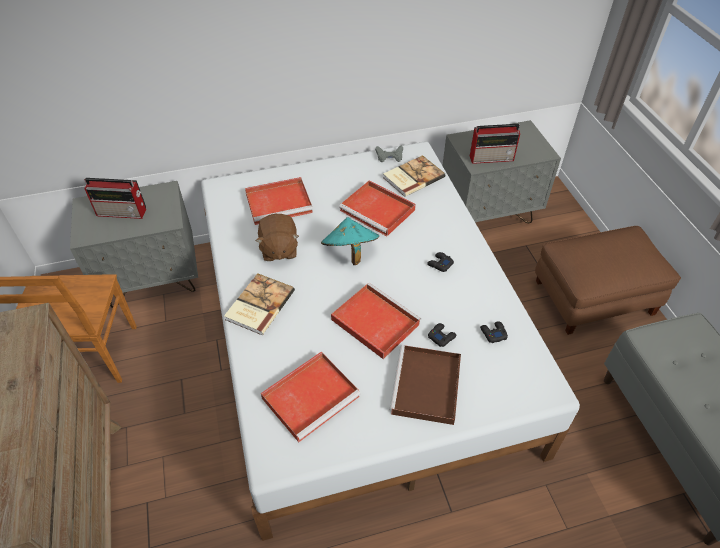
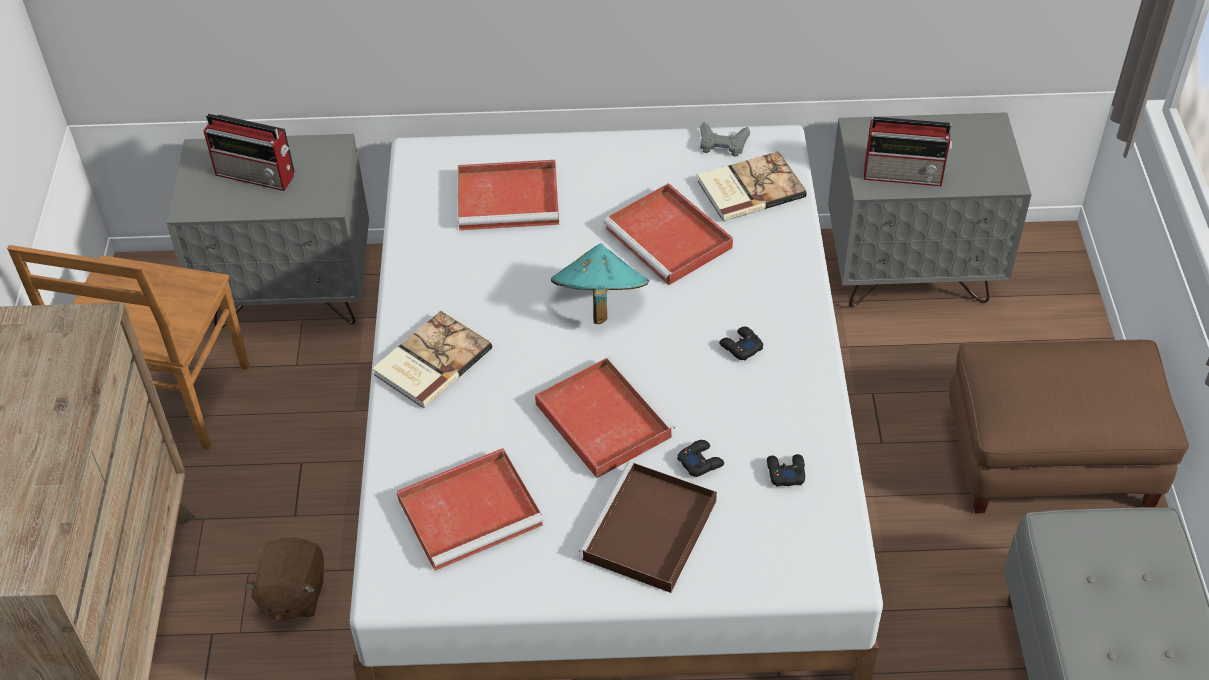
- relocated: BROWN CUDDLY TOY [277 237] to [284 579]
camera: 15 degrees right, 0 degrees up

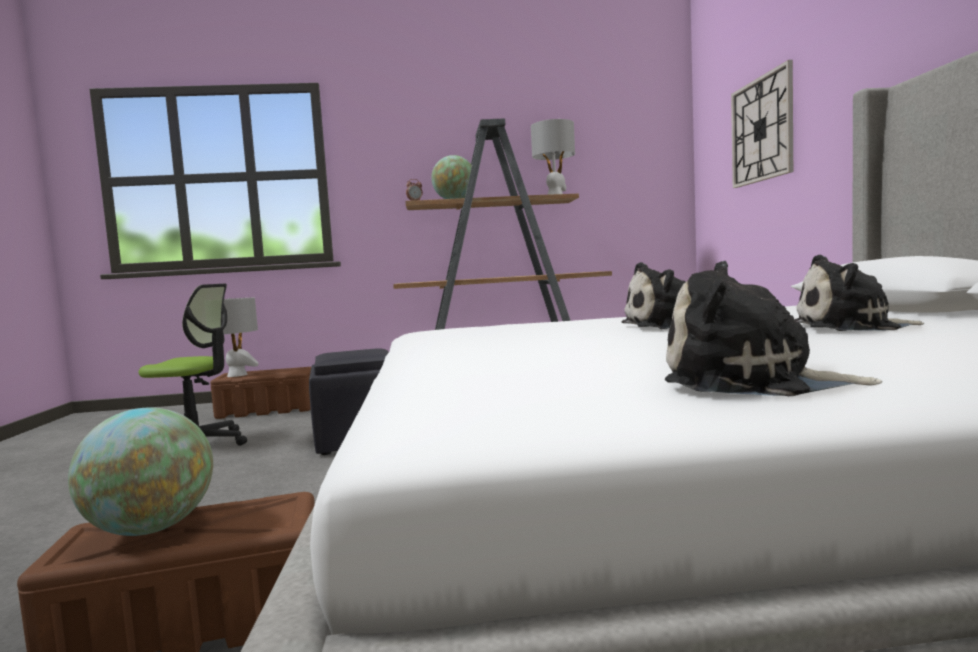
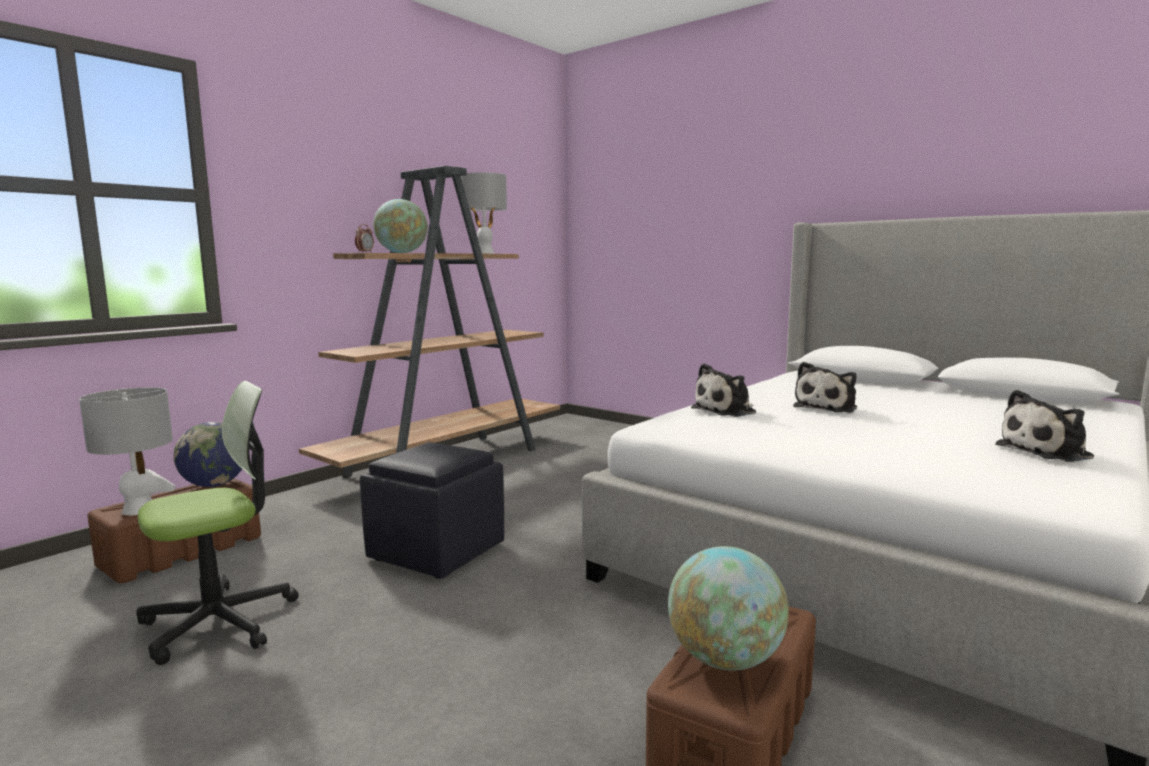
- missing: HANGING CLOCK [762 124]
- relocated: CUDDLY TOY [859 292] to [723 390]
- appeared: WORLD GLOBE [208 454]
camera: 45 degrees left, 5 degrees up

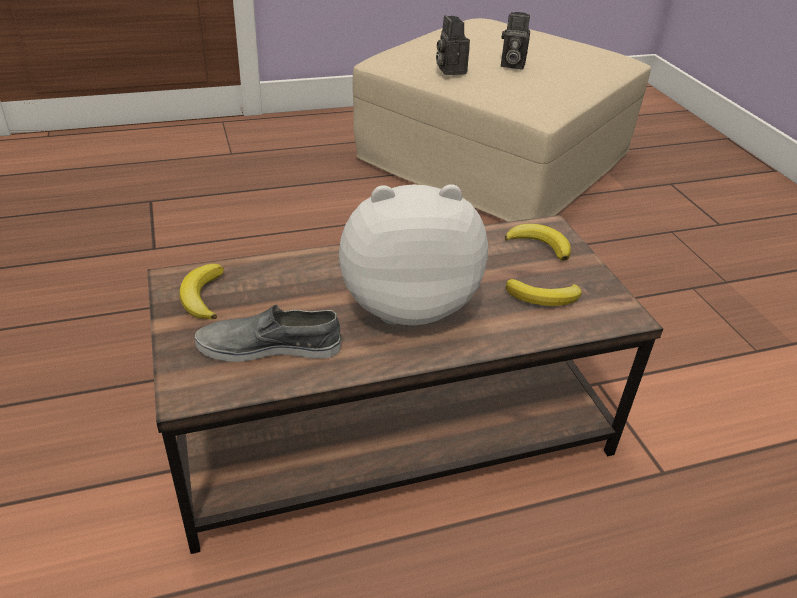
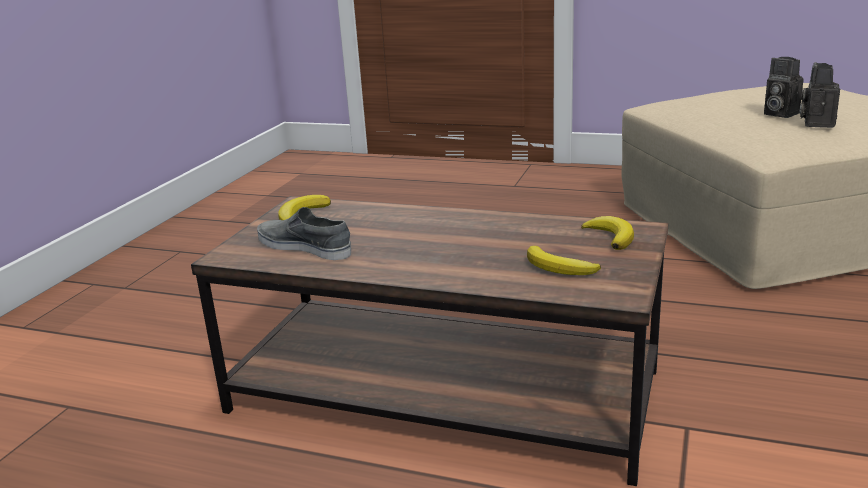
- relocated: PHOTO CAMERA [453 45] to [819 95]
- missing: CUDDLY TOY [413 254]
camera: 40 degrees right, 15 degrees down

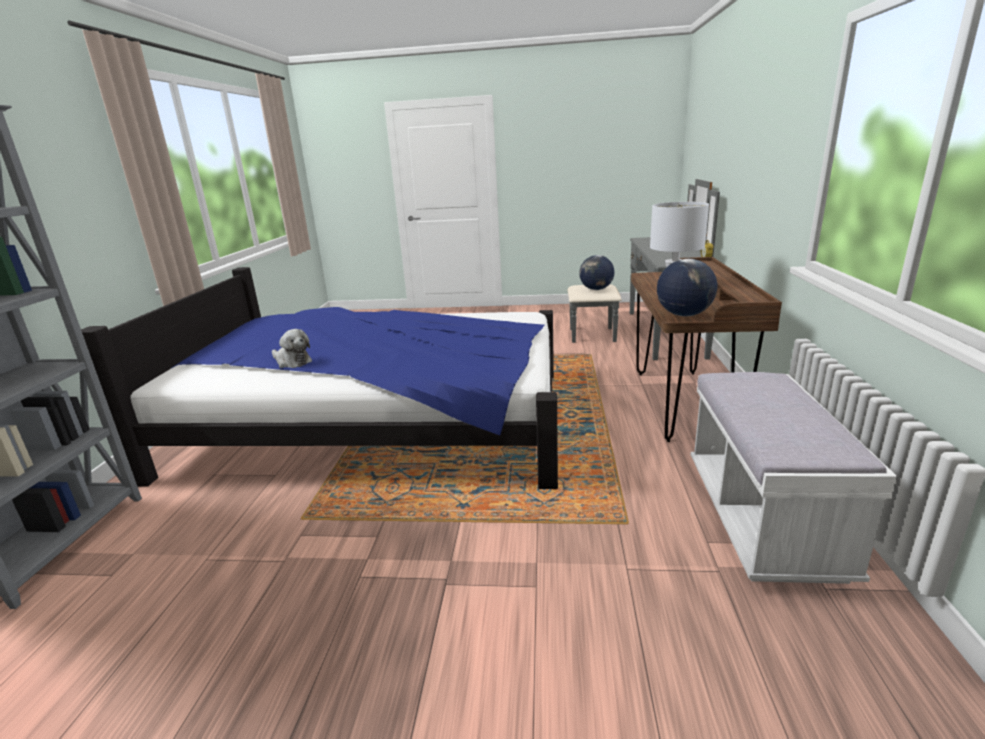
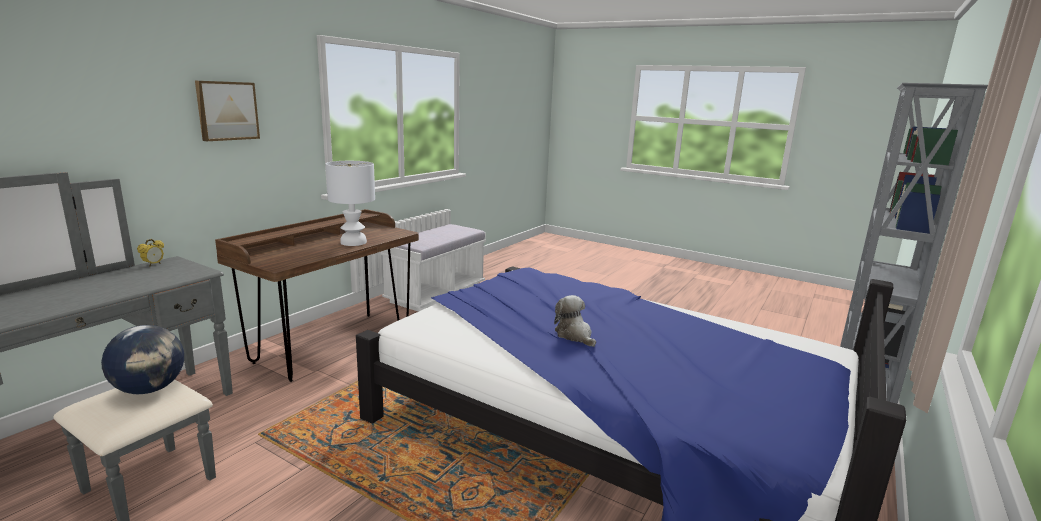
- missing: WORLD GLOBE [687 287]
- relocated: CUDDLY TOY [292 348] to [575 321]
- appeared: PICTURE [227 111]
camera: 155 degrees left, 5 degrees down

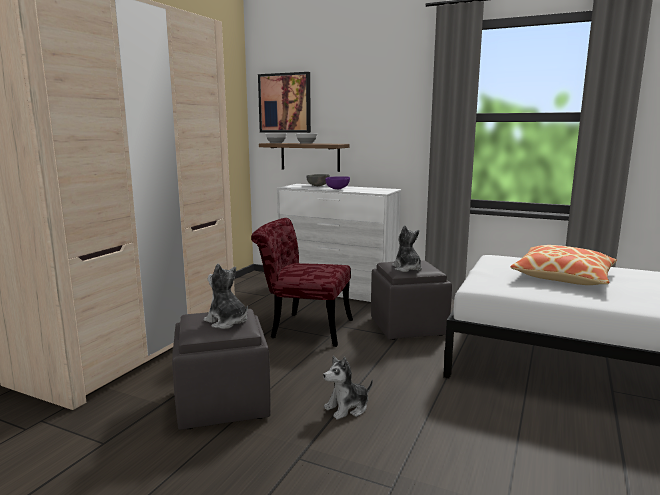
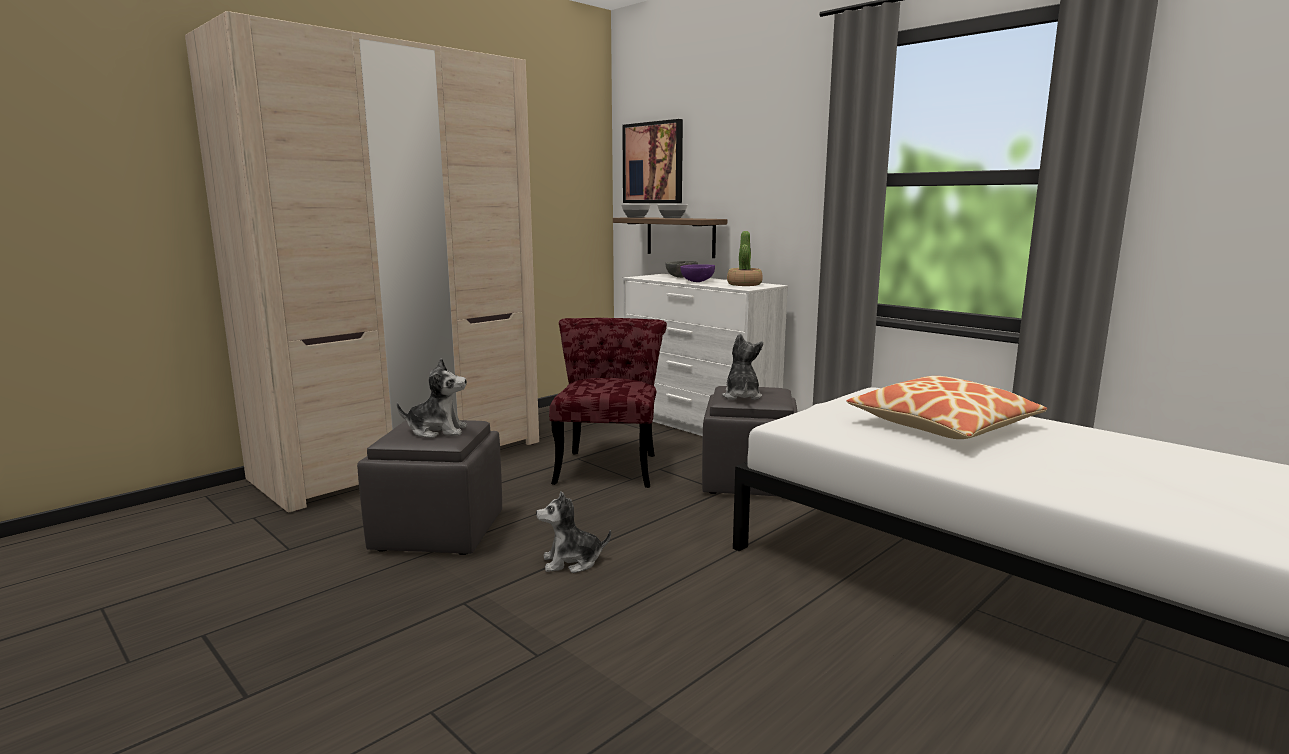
- spun: REDDISH PLAIN CHAIR [302 282] = [608 403] 60 degrees clockwise
- spun: CUDDLY TOY [226 296] = [432 398] 120 degrees clockwise
- appeared: POTTED PLANT [744 258]
camera: 20 degrees right, 0 degrees up

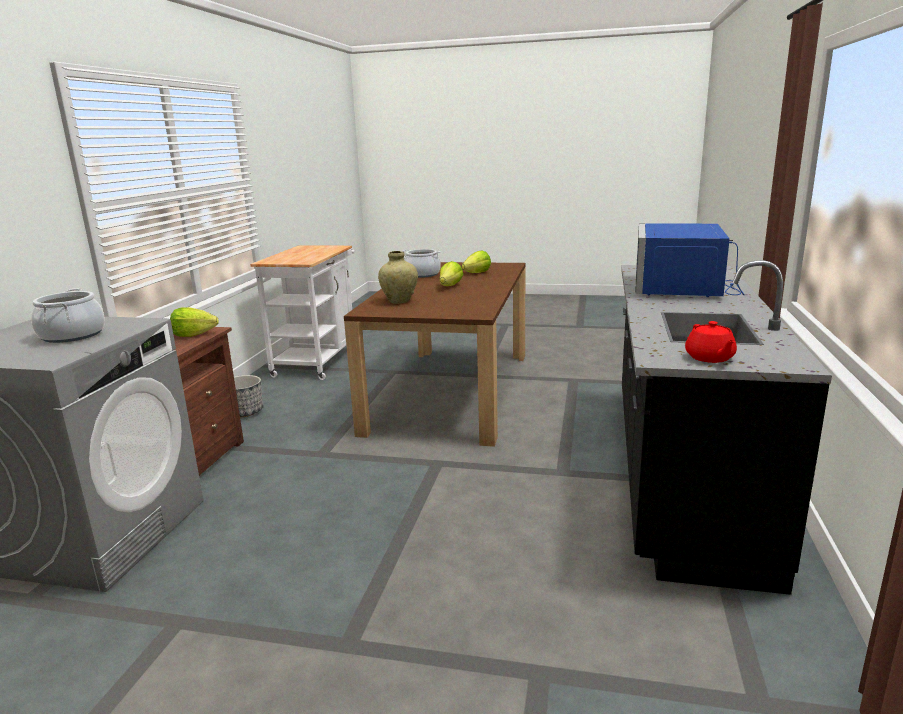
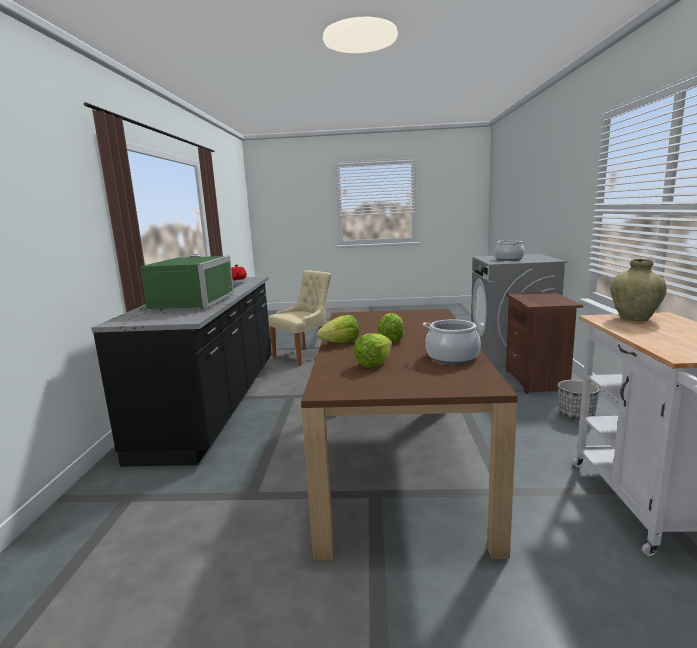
- colour: BLUISH KITCHEN MICROWAVE [690 260] to GREENISH KITCHEN MICROWAVE [187 283]
- relocated: SAND-COLOURED DECORATIVE VASE [398 277] to [638 290]
- relocated: HEAD OF LETTUCE [194 322] to [338 329]
- appeared: SAND-COLOURED PLAIN CHAIR [299 318]
camera: 170 degrees right, 5 degrees down

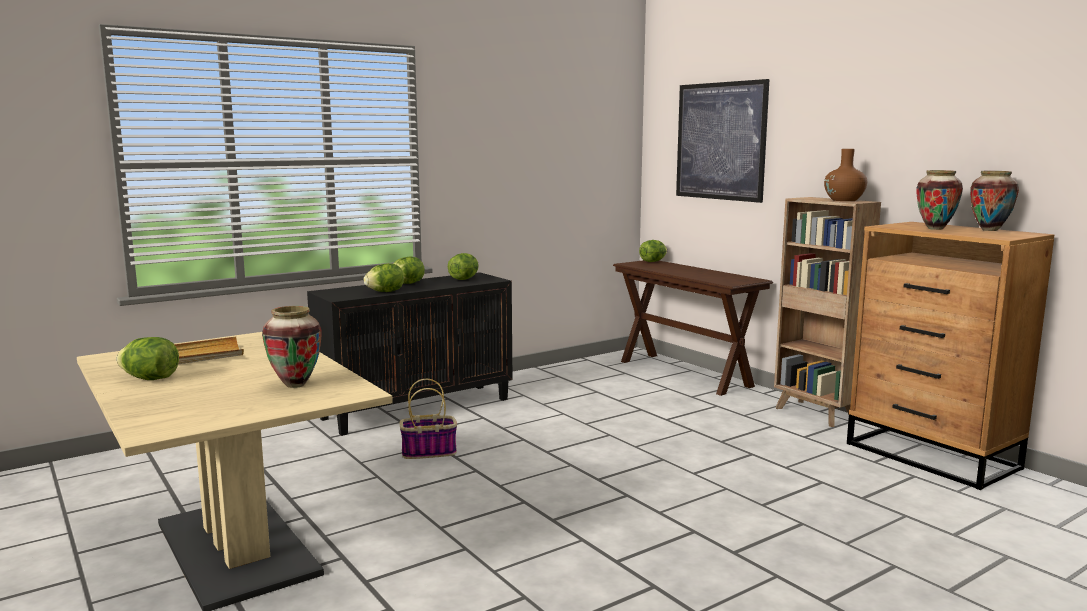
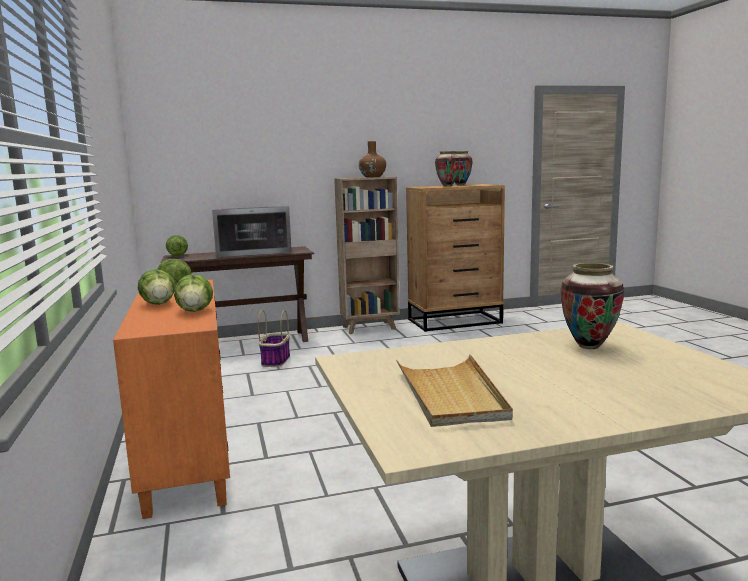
- missing: PICTURE [723 141]
- colour: BLACK-COLOURED CABINET [409 354] to ORANGE-COLOURED CABINET [171 399]
- missing: HEAD OF LETTUCE [147 358]
- relocated: HOUSEHOLD BASKET [428 419] to [274 338]
- appeared: KITCHEN MICROWAVE [252 231]
camera: 70 degrees left, 0 degrees up

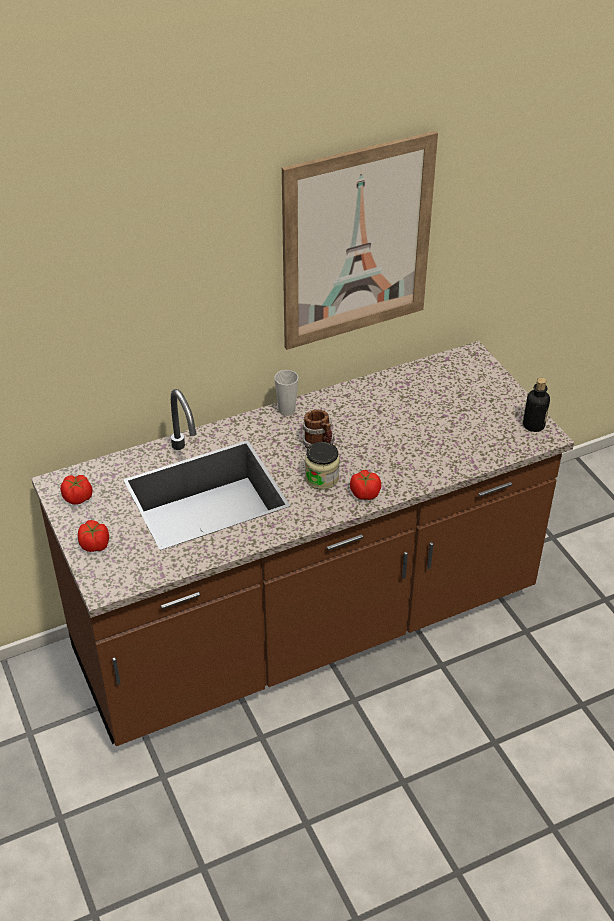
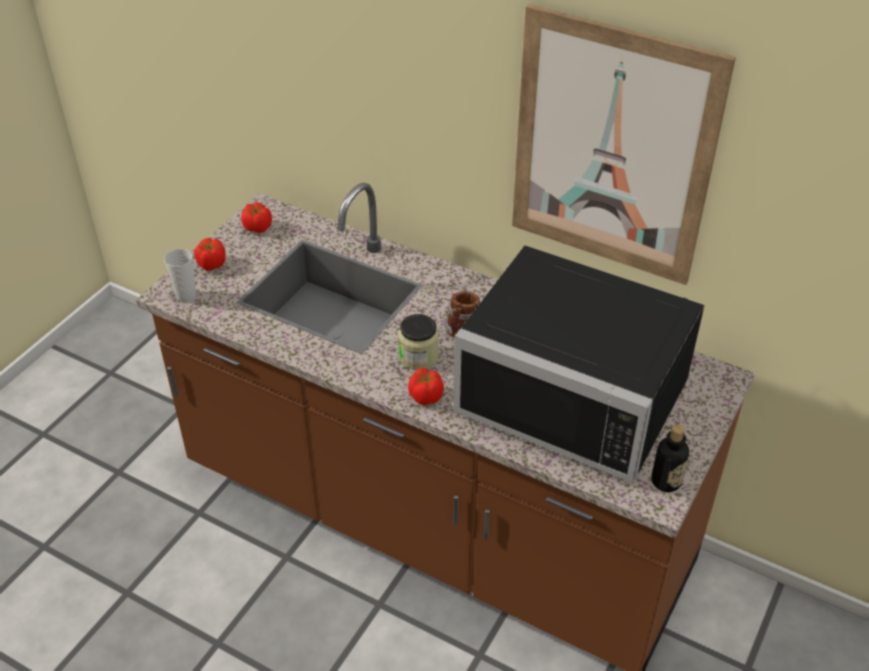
- relocated: SMALL CUP [286 393] to [180 275]
- appeared: BLACK-COLOURED KITCHEN MICROWAVE [579 364]
camera: 55 degrees right, 0 degrees up

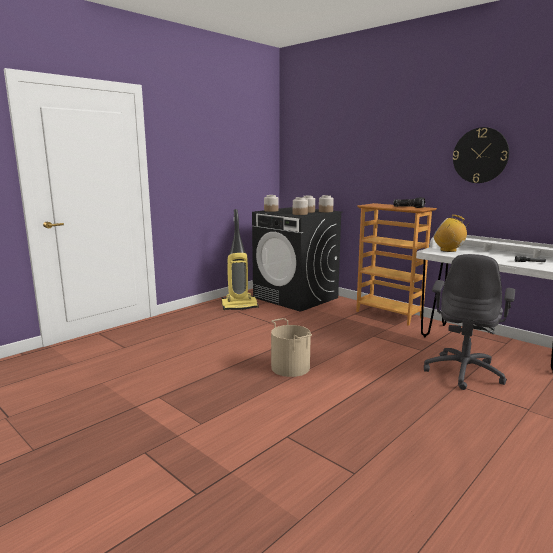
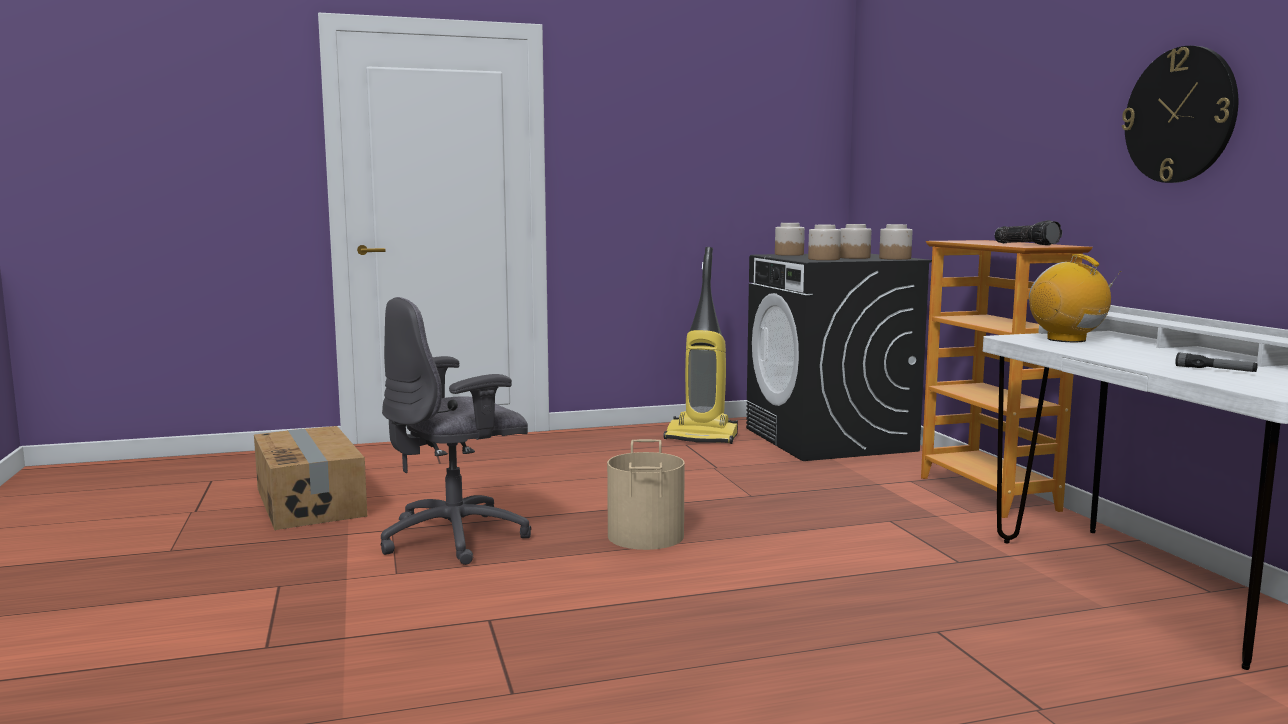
- relocated: GRAY OFFICE CHAIR [469 322] to [456 431]
- appeared: CARTON [310 478]
camera: 30 degrees right, 5 degrees down

